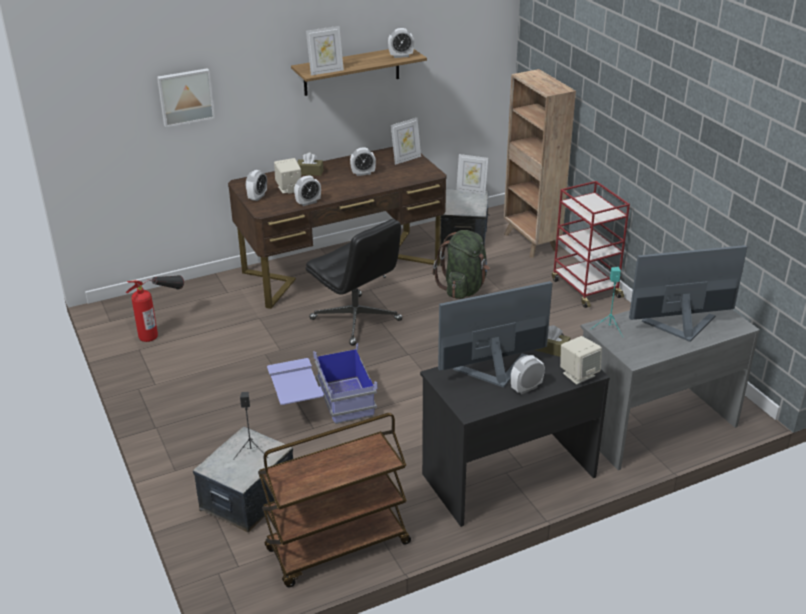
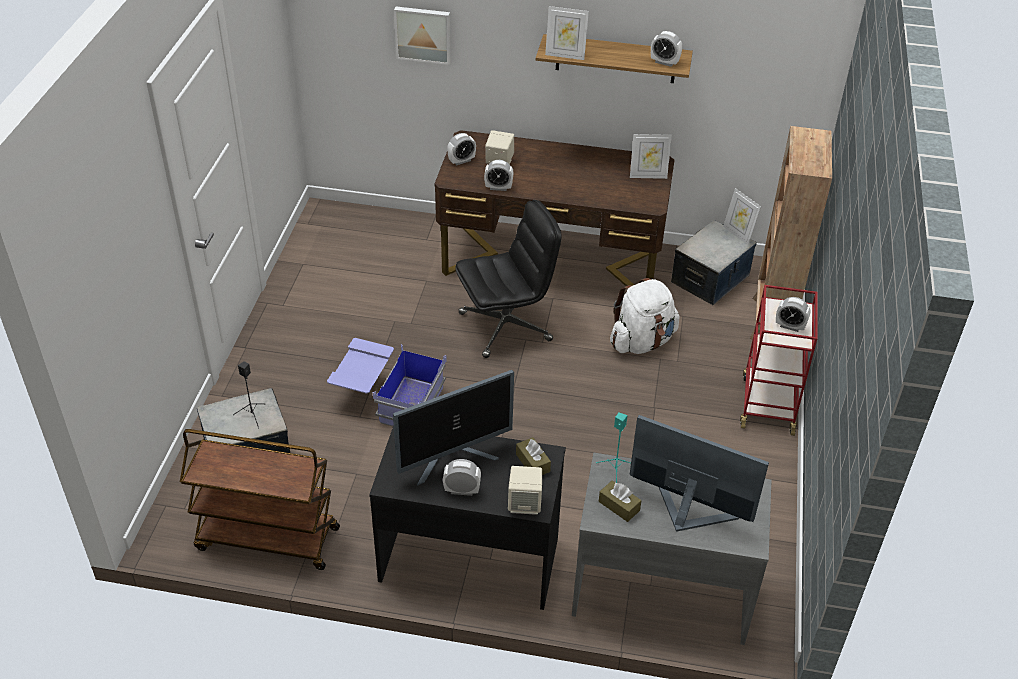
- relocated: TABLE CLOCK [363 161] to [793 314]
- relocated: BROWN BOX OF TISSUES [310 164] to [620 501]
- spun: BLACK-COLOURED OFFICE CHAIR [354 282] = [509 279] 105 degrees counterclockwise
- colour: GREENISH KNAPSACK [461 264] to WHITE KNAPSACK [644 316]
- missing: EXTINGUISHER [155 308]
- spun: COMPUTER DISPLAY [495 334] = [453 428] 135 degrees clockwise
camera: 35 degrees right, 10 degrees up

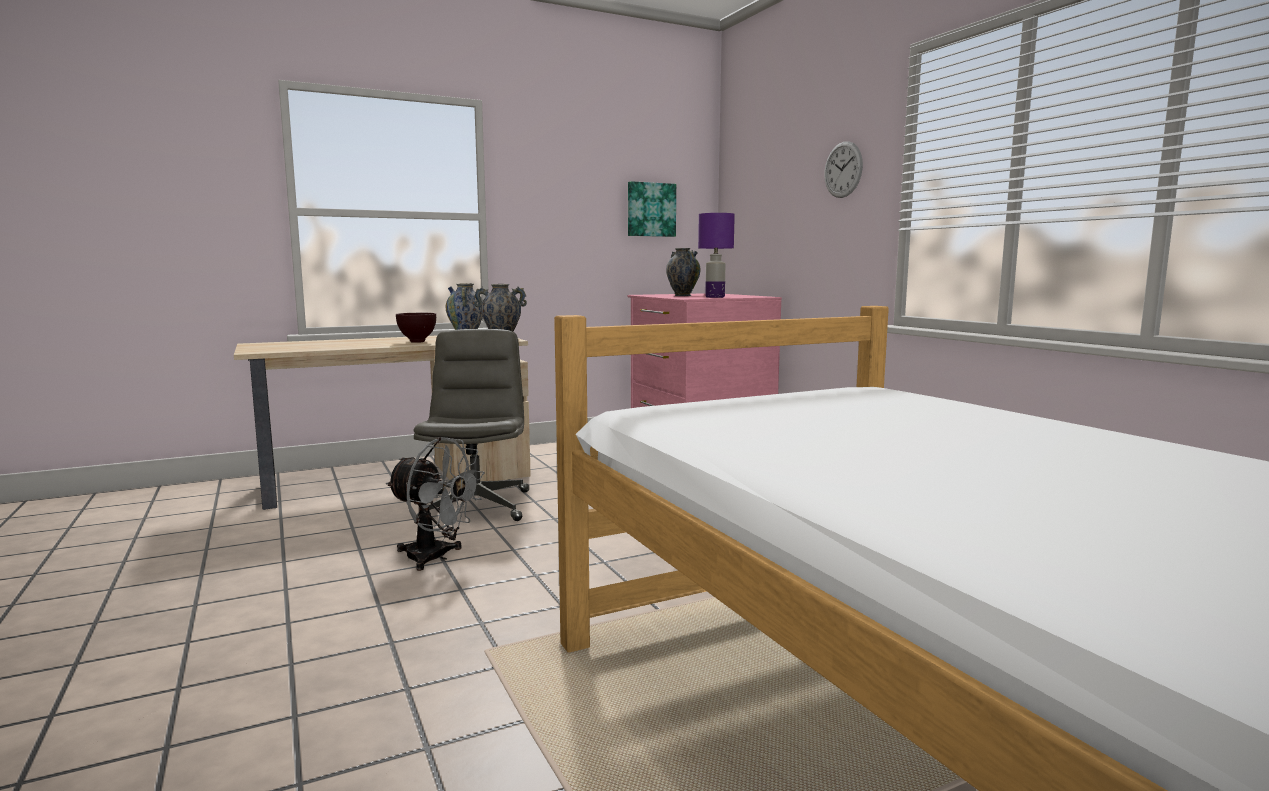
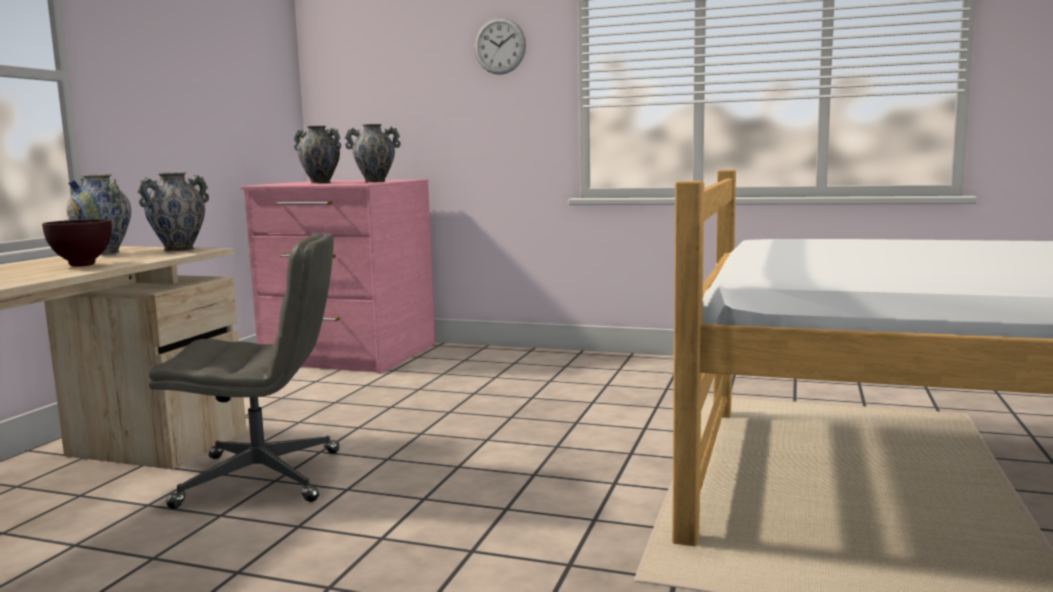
- missing: PICTURE [652 209]
- exchanged: PURPLISH TABLE LAMP [716 255] to DECORATIVE VASE [373 153]
- spun: GRAY OFFICE CHAIR [471 425] = [244 371] 135 degrees clockwise
- missing: GRAY COOLING FAN [435 504]
camera: 45 degrees left, 0 degrees up

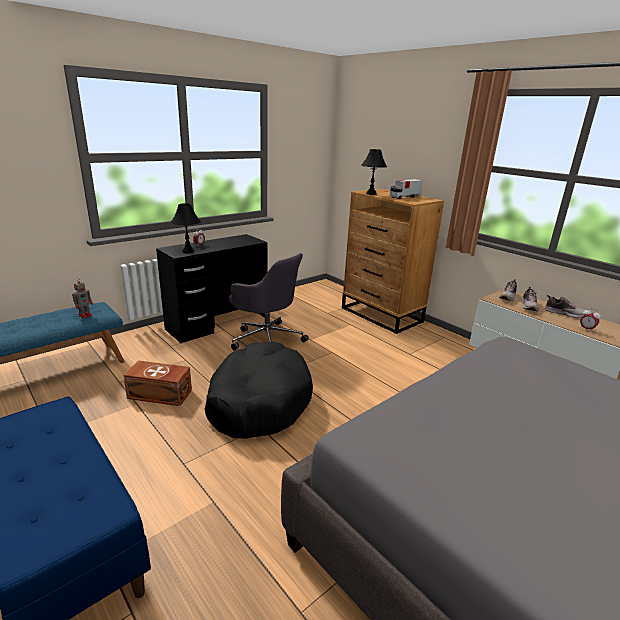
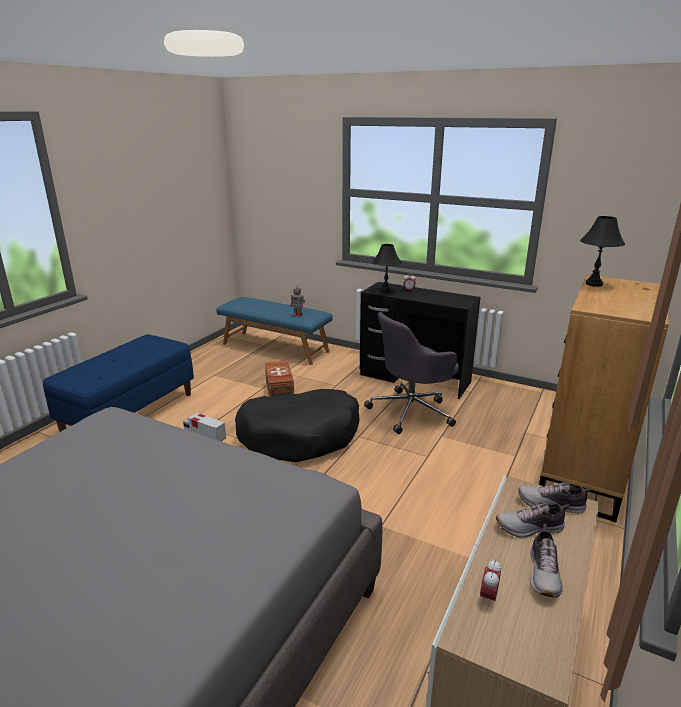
- relocated: TOY TRUCK [406 189] to [204 427]
- spun: GRAY OFFICE CHAIR [269 301] = [411 373] 45 degrees clockwise
camera: 70 degrees right, 0 degrees up

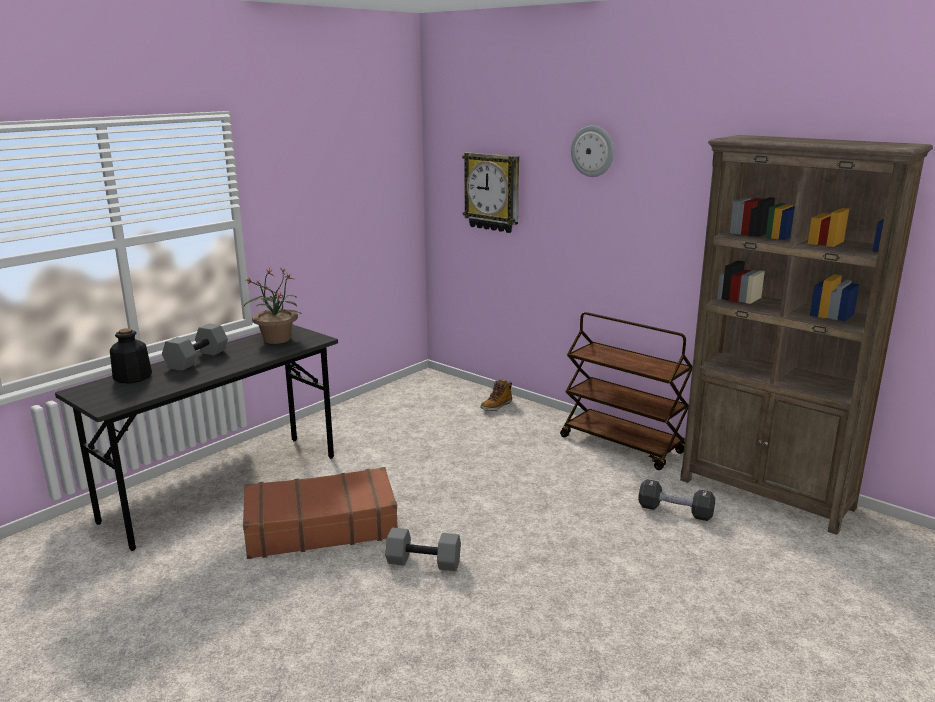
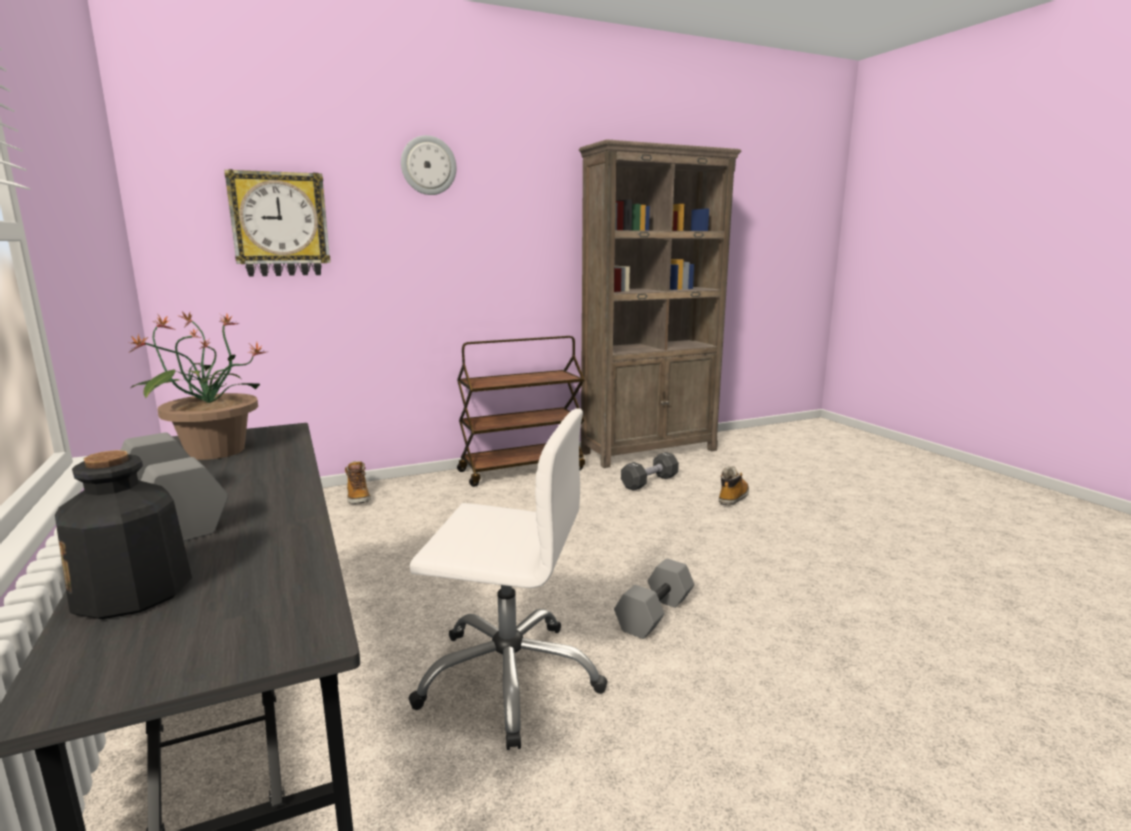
- exchanged: BROWN TRAVEL CASE [320 513] to WHITE OFFICE CHAIR [507 579]
- appeared: BOOT [734 486]
camera: 65 degrees left, 5 degrees down

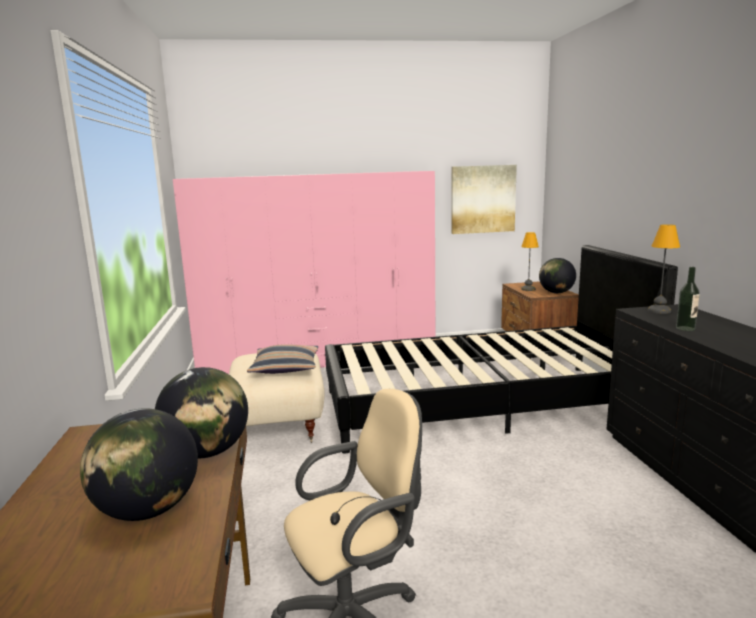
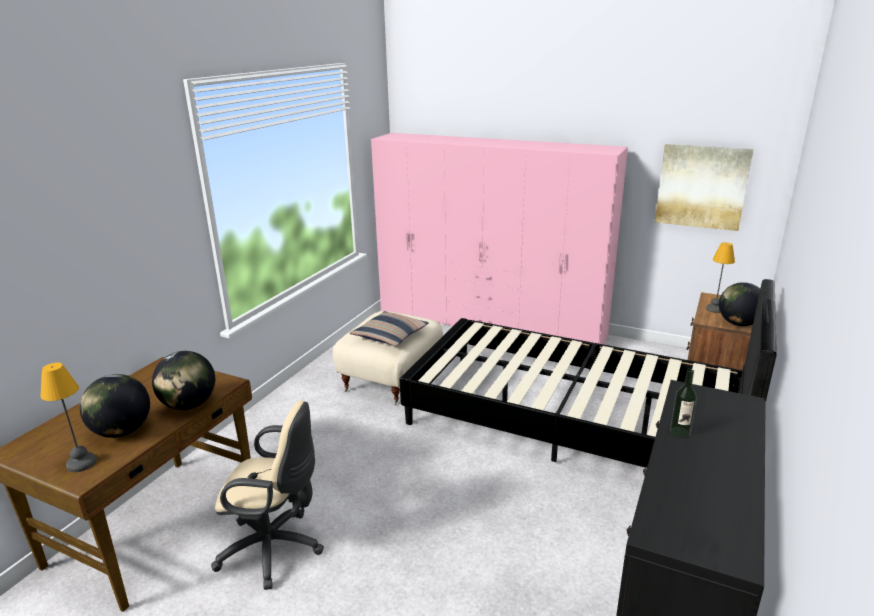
- relocated: TABLE LAMP [664 269] to [68 417]
camera: 35 degrees right, 10 degrees up

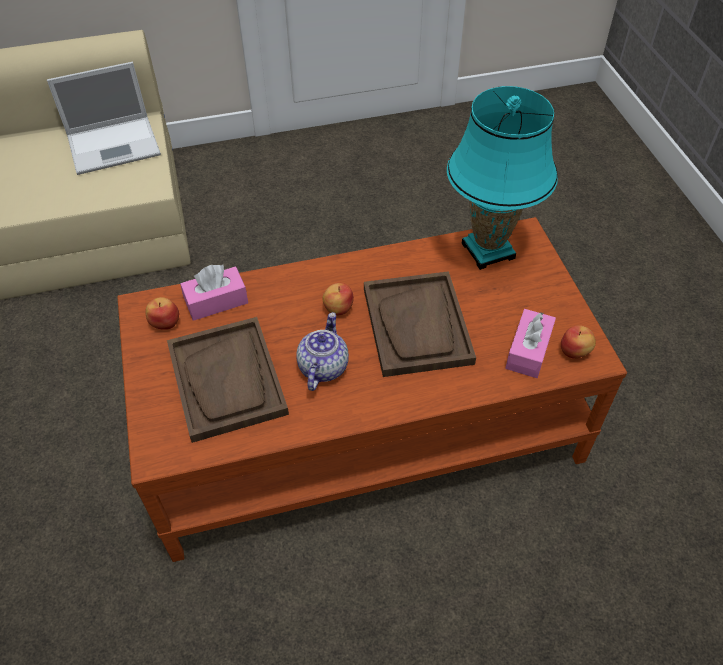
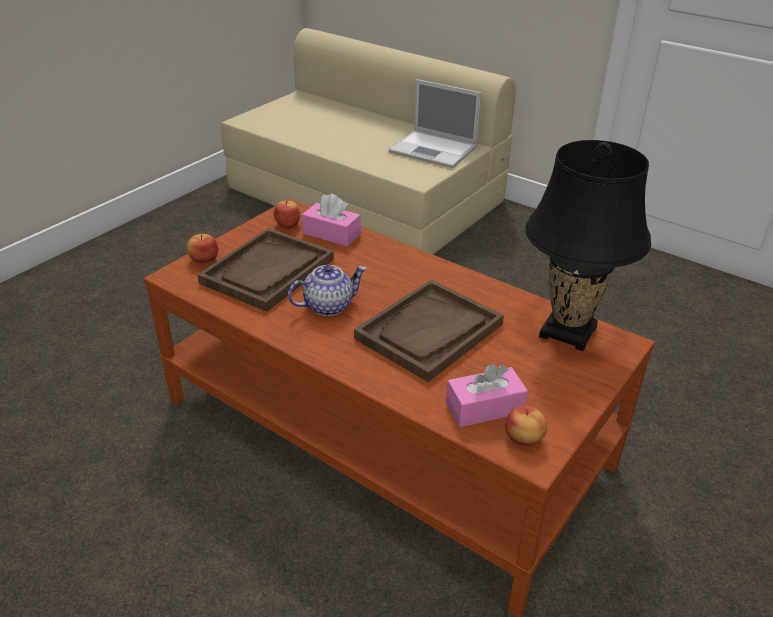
- colour: TURQUOISE TABLE LAMP [502 178] to BLACK-COLOURED TABLE LAMP [588 245]
- relocated: APPLE [338 299] to [202 248]
camera: 50 degrees right, 15 degrees down

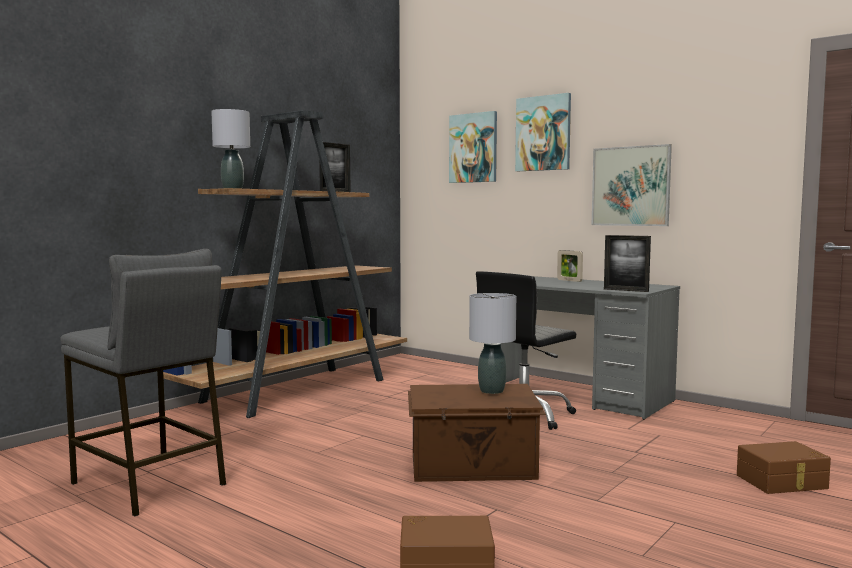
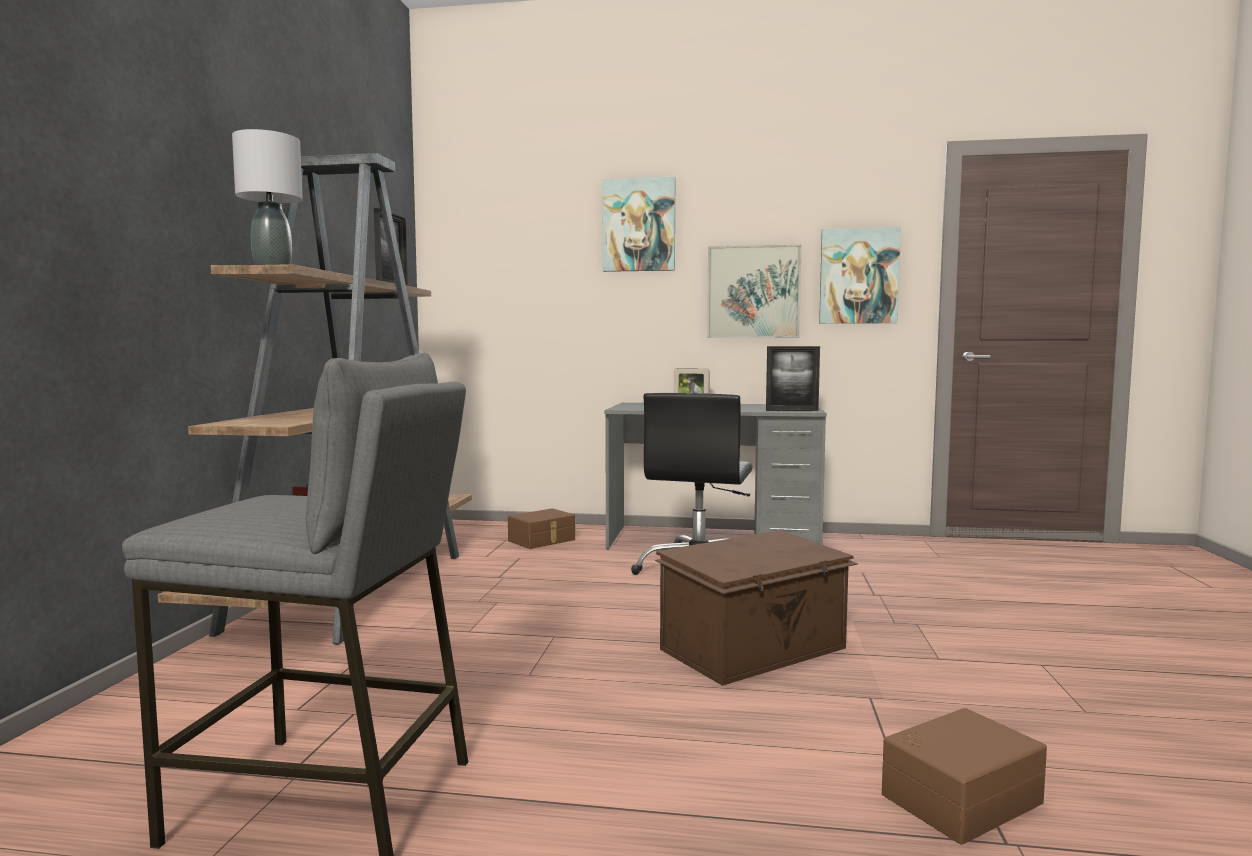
- relocated: PICTURE [473 147] to [860 275]
- missing: GRAY TABLE LAMP [492 343]
- relocated: BROWN STORAGE BOX [784 467] to [541 528]
camera: 30 degrees left, 0 degrees up

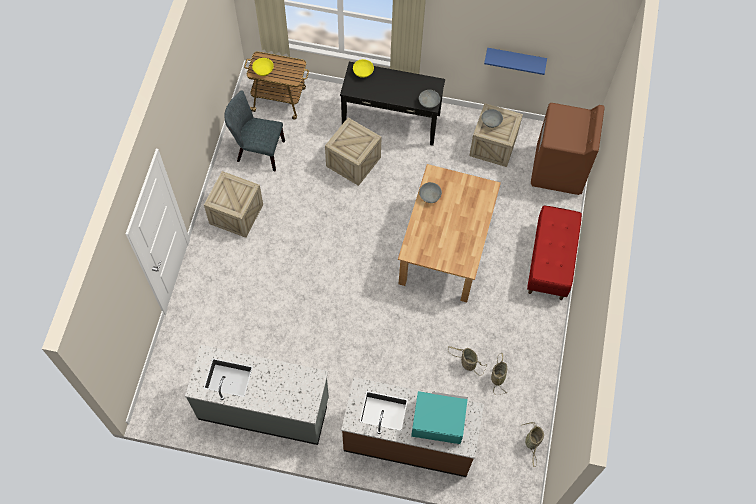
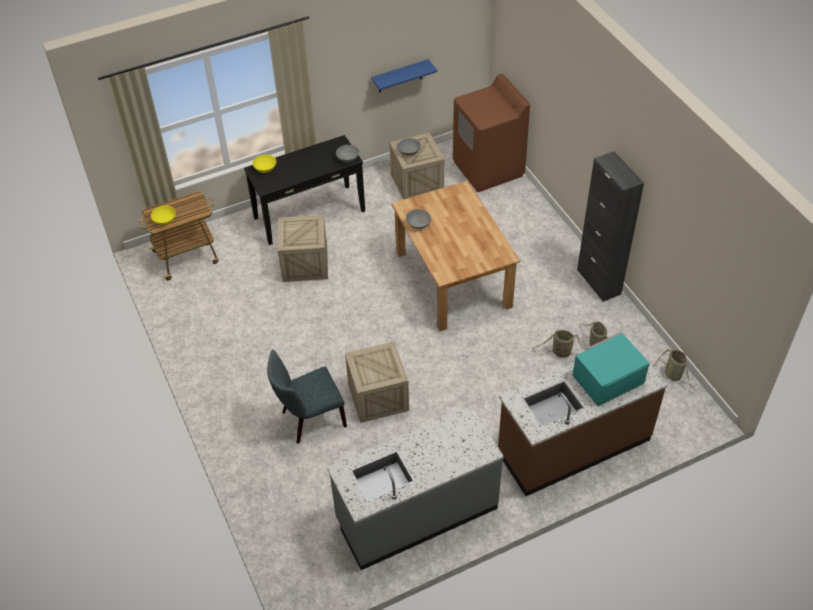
- relocated: GRAY PLAIN CHAIR [255 130] to [307 397]
- relocated: PACKING CRATE [233 204] to [377 382]
- missing: REDDISH LONG SEAT [554 252]
- appeared: BLACK-COLOURED CABINET [610 226]
camera: 35 degrees left, 15 degrees down

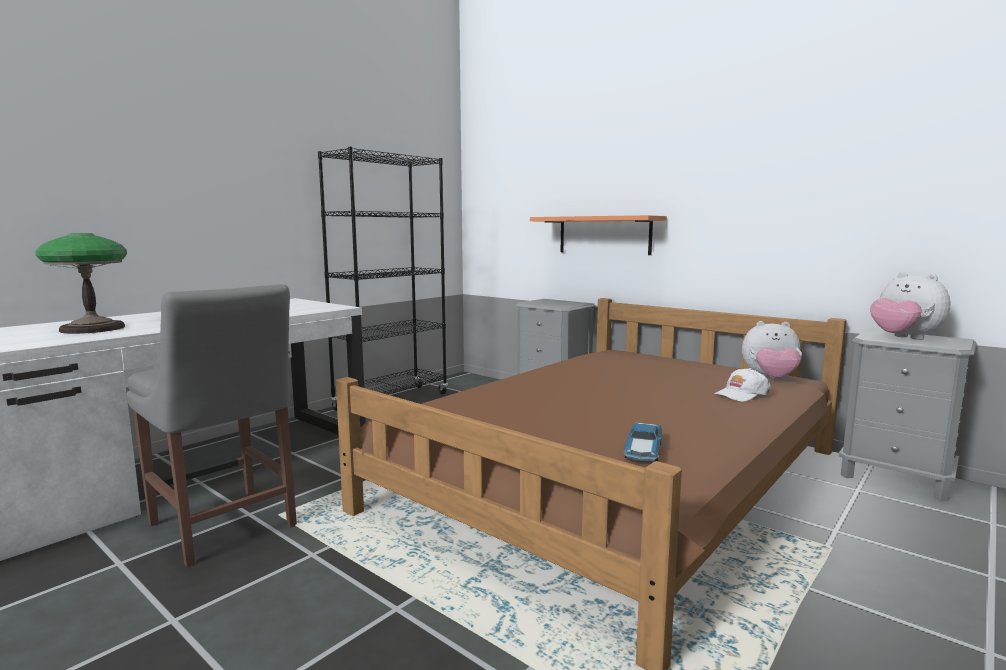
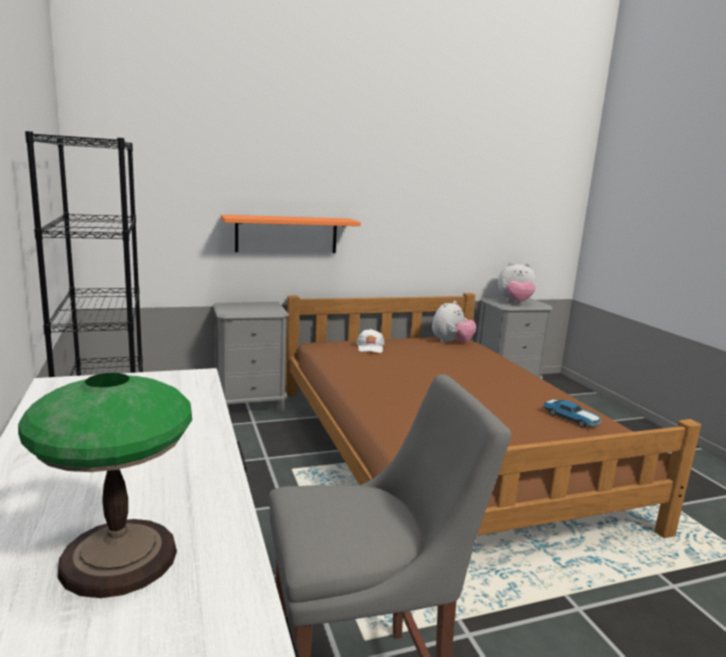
- relocated: WHITE CAP [742 385] to [370 341]
camera: 60 degrees left, 5 degrees up

